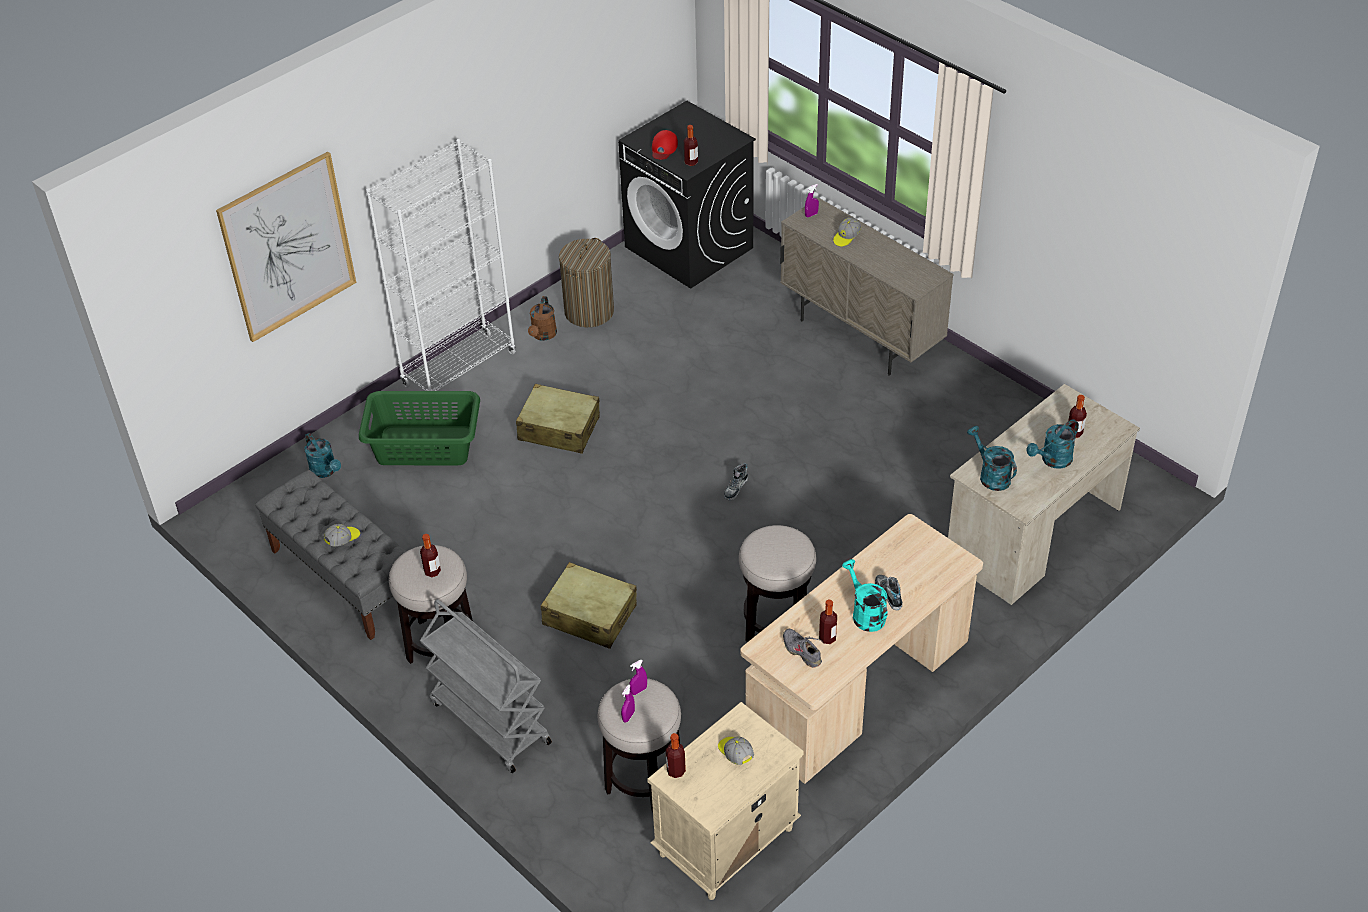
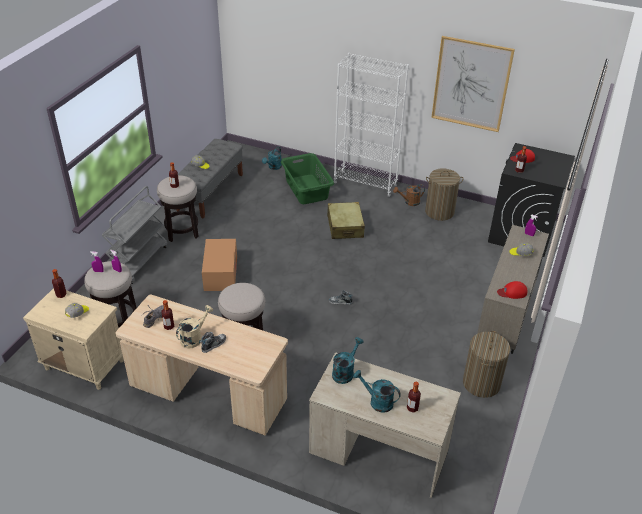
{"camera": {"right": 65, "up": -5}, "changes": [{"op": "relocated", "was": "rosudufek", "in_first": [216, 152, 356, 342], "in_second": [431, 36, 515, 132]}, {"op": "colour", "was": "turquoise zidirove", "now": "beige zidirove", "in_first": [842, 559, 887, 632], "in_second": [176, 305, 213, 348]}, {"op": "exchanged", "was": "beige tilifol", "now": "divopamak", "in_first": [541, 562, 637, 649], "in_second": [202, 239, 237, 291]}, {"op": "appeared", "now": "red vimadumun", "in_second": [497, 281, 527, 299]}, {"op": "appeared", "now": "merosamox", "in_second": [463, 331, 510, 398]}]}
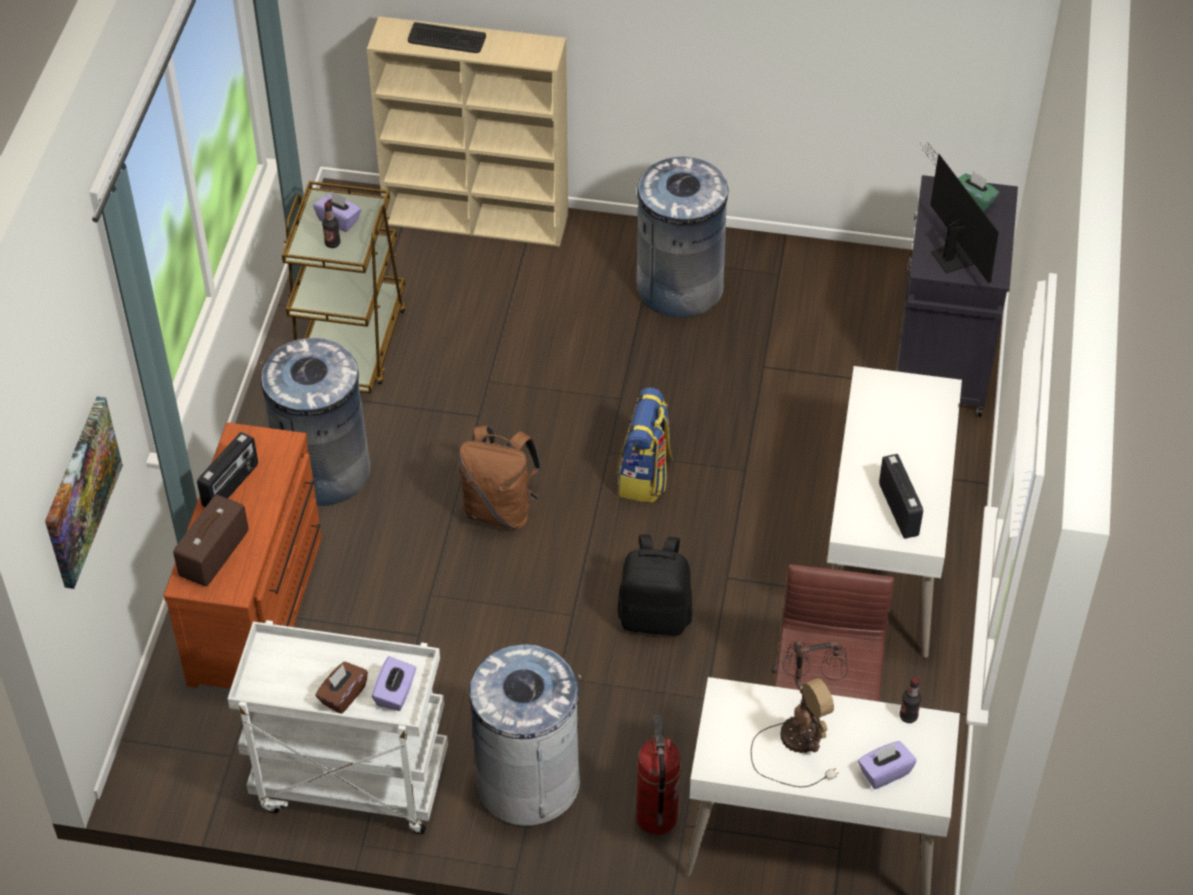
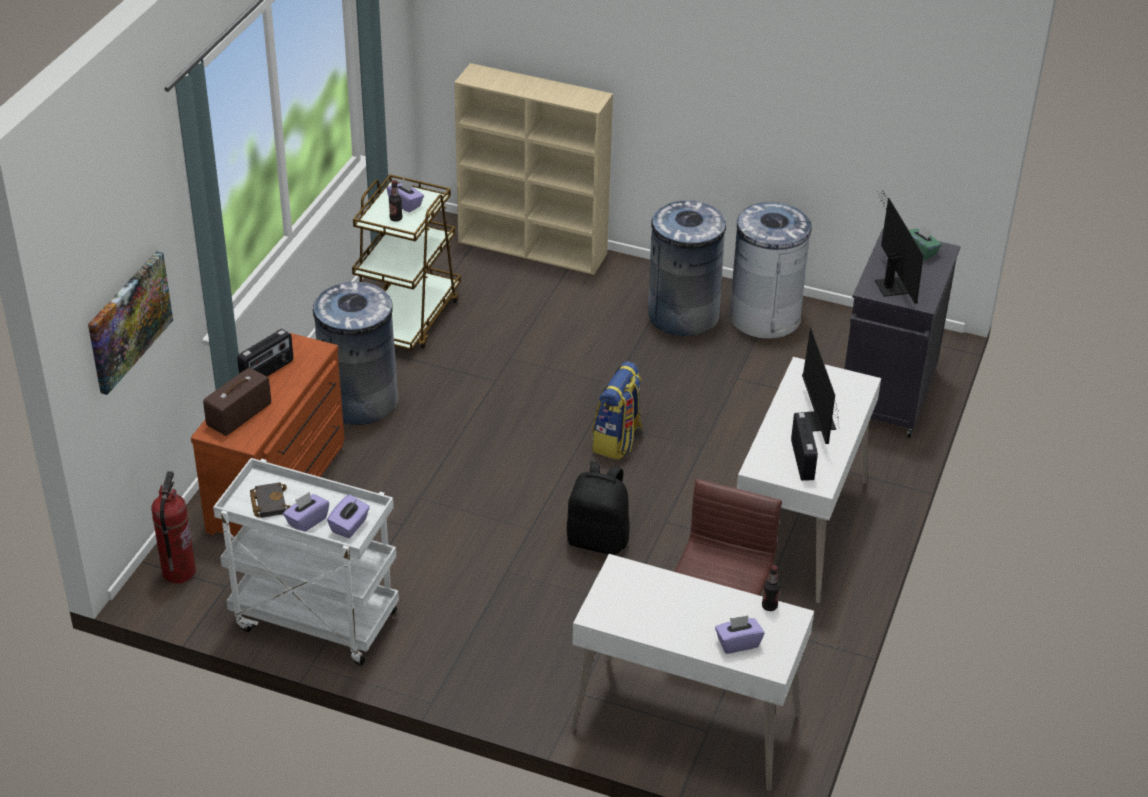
{"camera": {"right": 10, "up": -10}, "changes": [{"op": "missing", "was": "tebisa", "in_first": [408, 22, 486, 53]}, {"op": "missing", "was": "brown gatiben", "in_first": [458, 425, 542, 529]}, {"op": "missing", "was": "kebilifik", "in_first": [751, 640, 848, 787]}, {"op": "relocated", "was": "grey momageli", "in_first": [469, 644, 581, 826], "in_second": [729, 202, 814, 339]}, {"op": "colour", "was": "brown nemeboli", "now": "purple nemeboli", "in_first": [315, 662, 368, 714], "in_second": [283, 492, 329, 532]}, {"op": "relocated", "was": "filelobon", "in_first": [636, 716, 681, 835], "in_second": [151, 471, 196, 583]}, {"op": "appeared", "now": "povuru", "in_second": [802, 327, 841, 444]}, {"op": "appeared", "now": "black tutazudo", "in_second": [250, 482, 291, 518]}]}
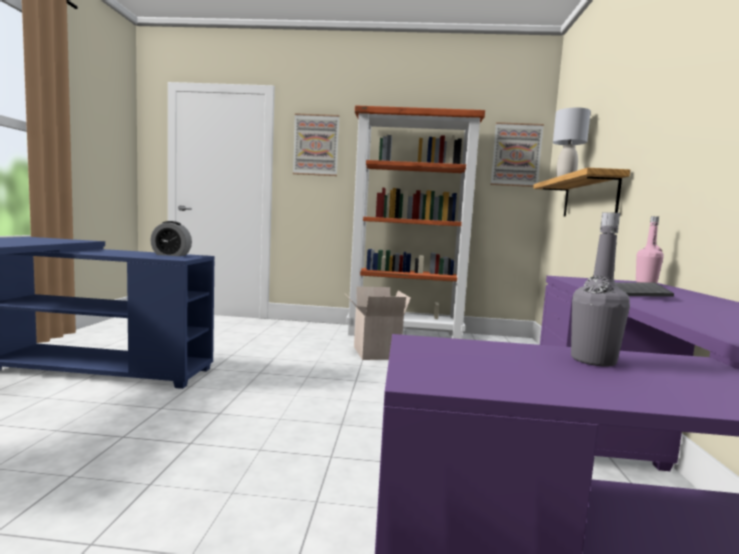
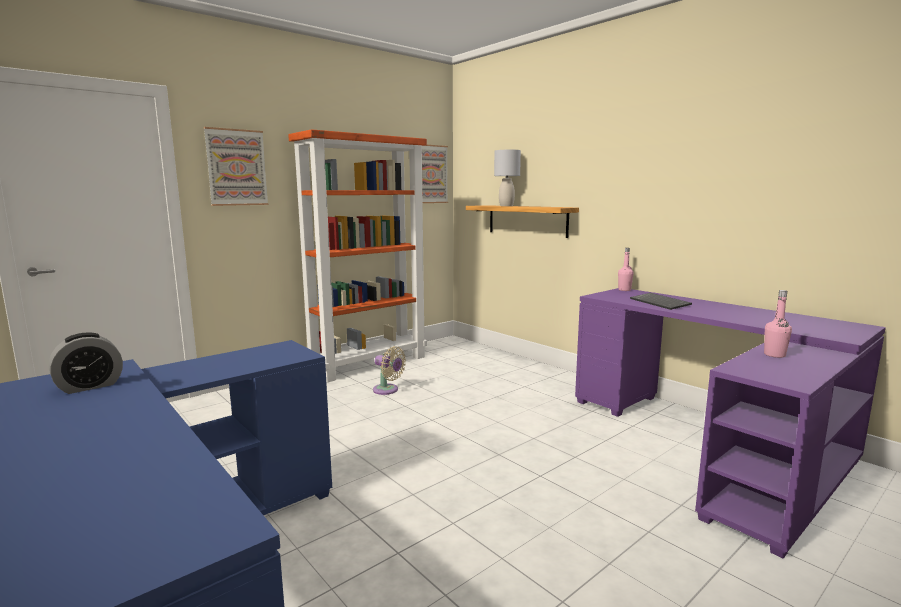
{"camera": {"right": -45, "up": 5}, "changes": [{"op": "colour", "was": "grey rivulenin", "now": "pink rivulenin", "in_first": [571, 212, 630, 367], "in_second": [764, 290, 792, 358]}, {"op": "relocated", "was": "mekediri", "in_first": [150, 221, 192, 256], "in_second": [49, 333, 123, 394]}, {"op": "exchanged", "was": "divopamak", "now": "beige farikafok", "in_first": [345, 286, 411, 360], "in_second": [373, 346, 406, 395]}]}
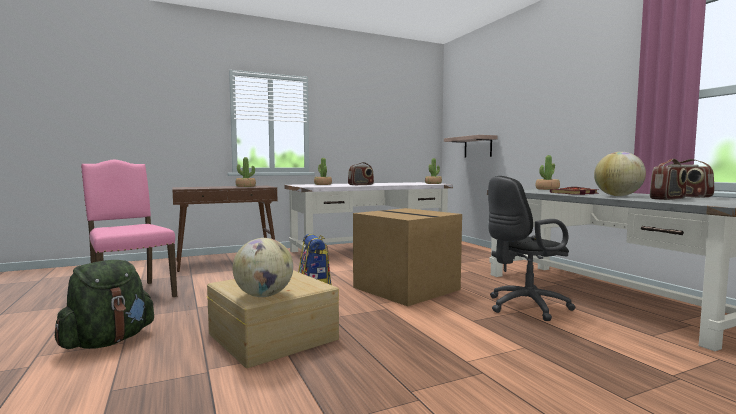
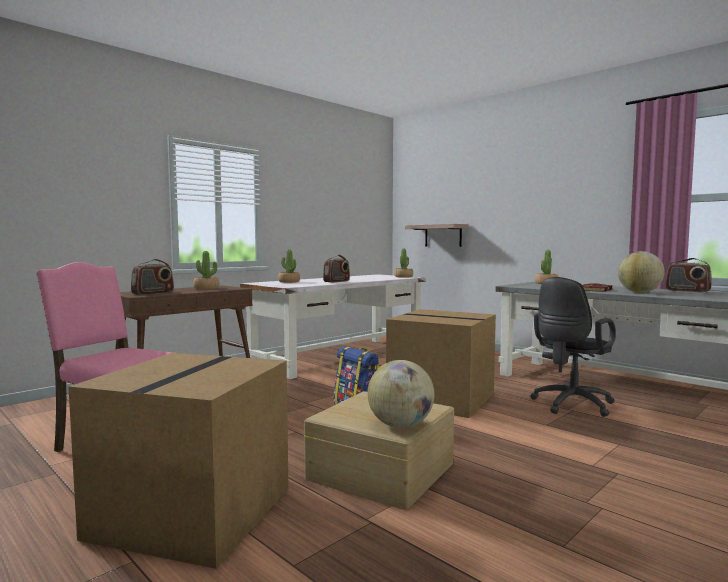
{"camera": {"right": -20, "up": 0}, "changes": [{"op": "relocated", "was": "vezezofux", "in_first": [650, 158, 687, 200], "in_second": [131, 259, 174, 295]}, {"op": "exchanged", "was": "green gatiben", "now": "divopamak", "in_first": [55, 260, 154, 349], "in_second": [68, 353, 289, 569]}]}
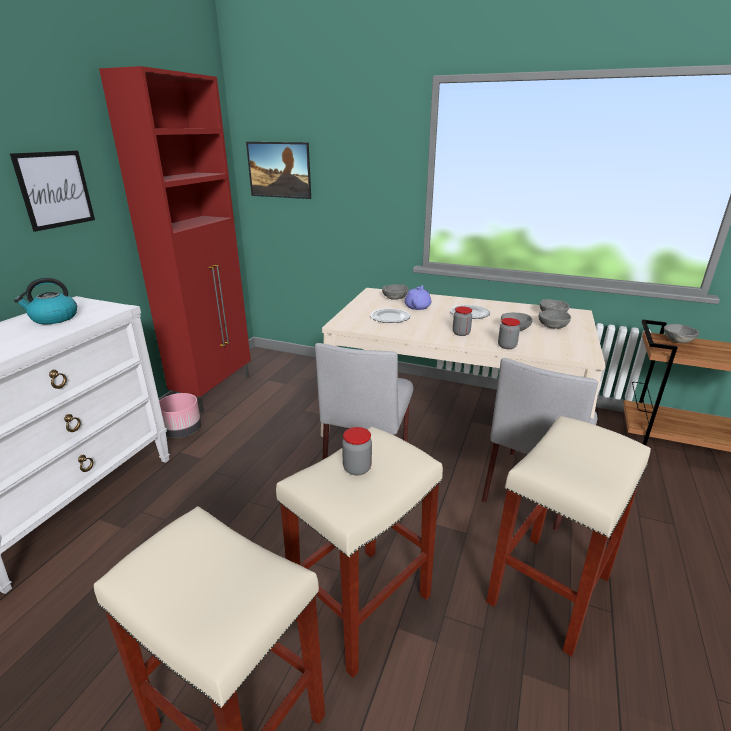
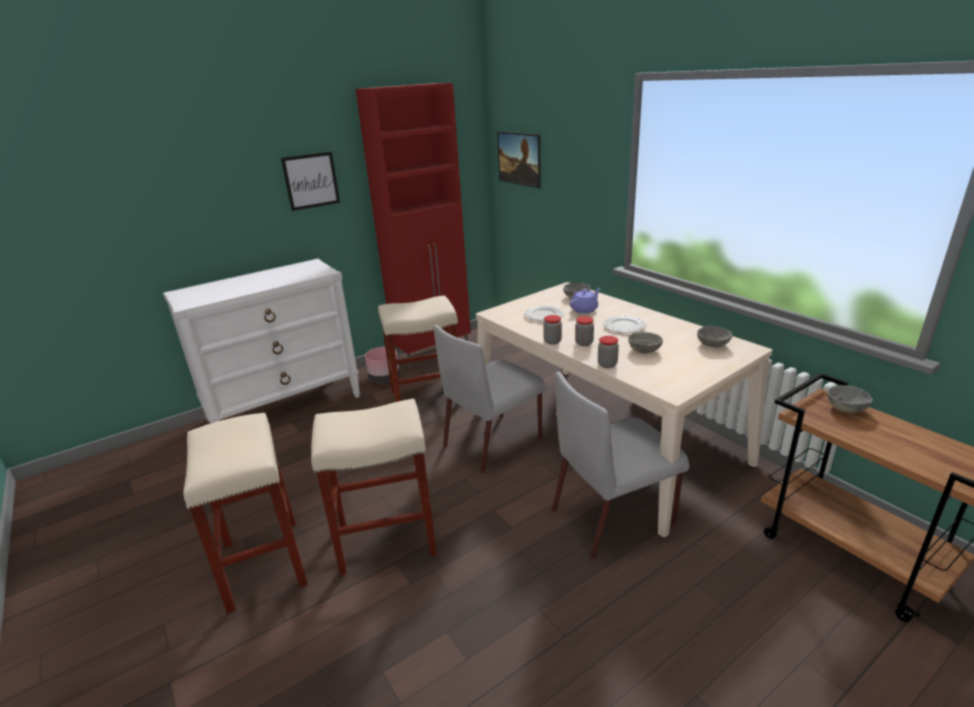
{"camera": {"right": 35, "up": 0}, "changes": [{"op": "missing", "was": "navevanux", "in_first": [14, 278, 77, 324]}, {"op": "missing", "was": "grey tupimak", "in_first": [539, 310, 571, 329]}, {"op": "relocated", "was": "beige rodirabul", "in_first": [486, 416, 651, 657], "in_second": [378, 296, 458, 402]}, {"op": "relocated", "was": "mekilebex", "in_first": [342, 427, 372, 476], "in_second": [543, 315, 562, 345]}]}
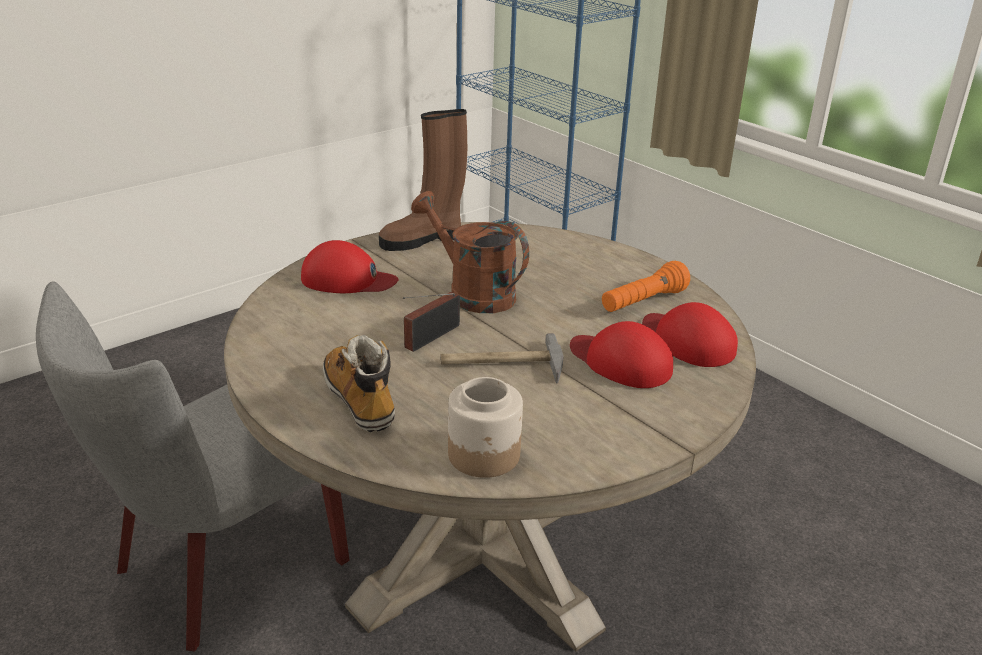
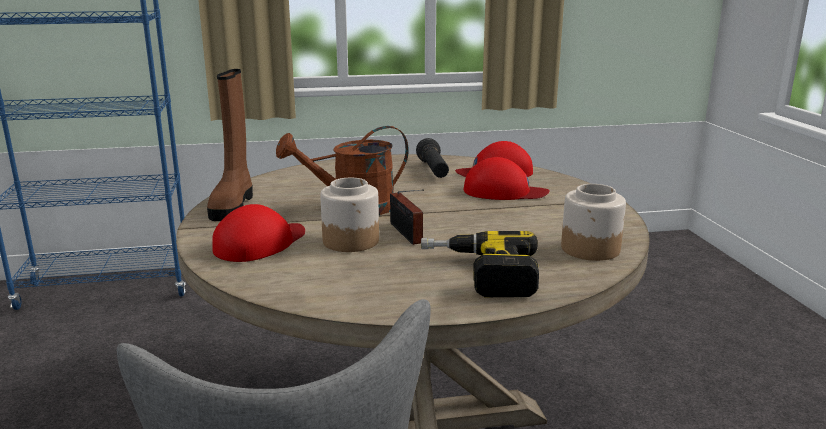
{"camera": {"right": -60, "up": -10}, "changes": [{"op": "colour", "was": "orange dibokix", "now": "black dibokix", "in_first": [602, 261, 690, 312], "in_second": [416, 138, 449, 178]}, {"op": "spun", "was": "red vimadumun", "in_first": [570, 321, 673, 388], "in_second": [464, 157, 550, 200], "clockwise": -150}, {"op": "missing", "was": "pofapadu", "in_first": [440, 333, 564, 383]}, {"op": "exchanged", "was": "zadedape", "now": "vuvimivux", "in_first": [323, 335, 395, 432], "in_second": [421, 231, 539, 297]}, {"op": "appeared", "now": "mekilebex", "in_second": [320, 178, 379, 252]}]}
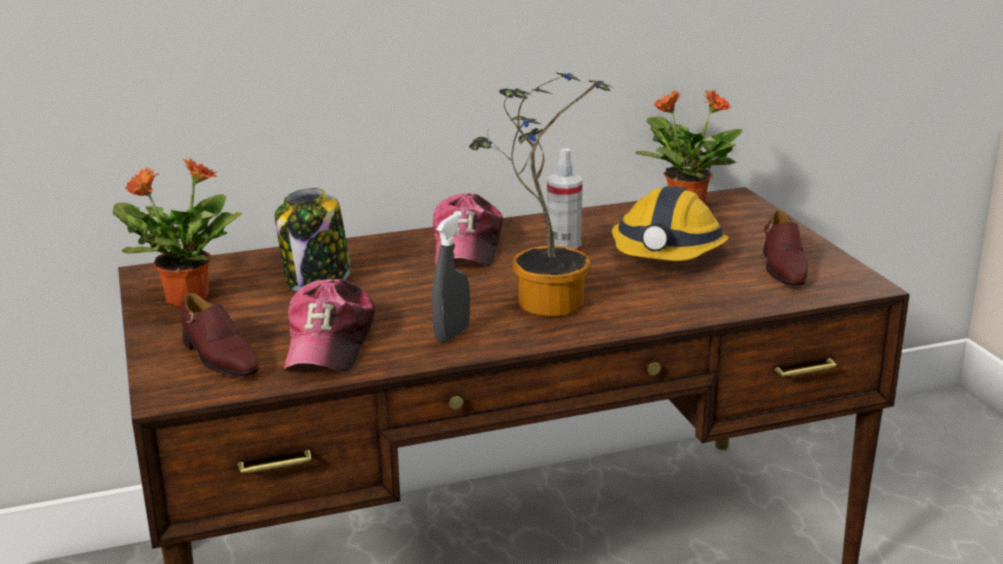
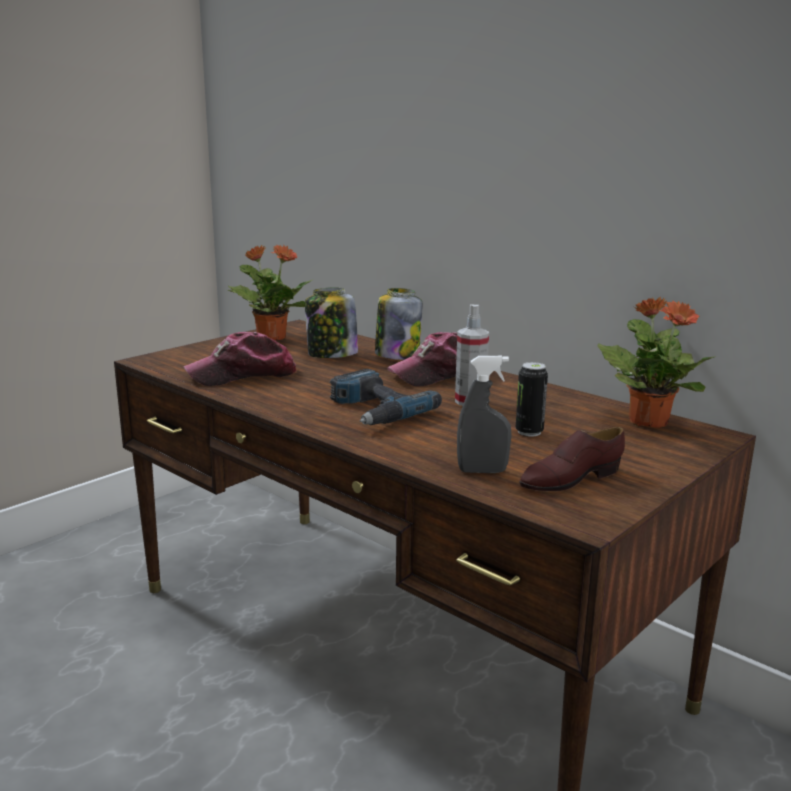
{"camera": {"right": 60, "up": -5}, "changes": [{"op": "exchanged", "was": "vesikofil", "now": "vuvimivux", "in_first": [469, 72, 612, 317], "in_second": [330, 369, 442, 425]}, {"op": "exchanged", "was": "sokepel", "now": "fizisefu", "in_first": [612, 186, 729, 261], "in_second": [516, 362, 548, 437]}, {"op": "relocated", "was": "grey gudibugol", "in_first": [432, 212, 470, 343], "in_second": [457, 356, 512, 473]}, {"op": "missing", "was": "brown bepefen", "in_first": [180, 293, 259, 377]}, {"op": "appeared", "now": "mekilebex", "in_second": [375, 288, 422, 360]}]}
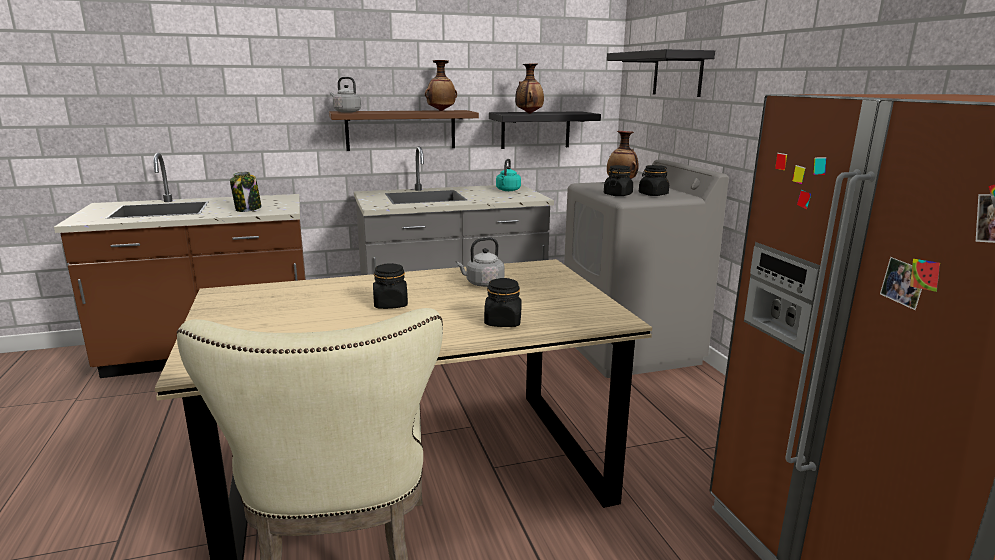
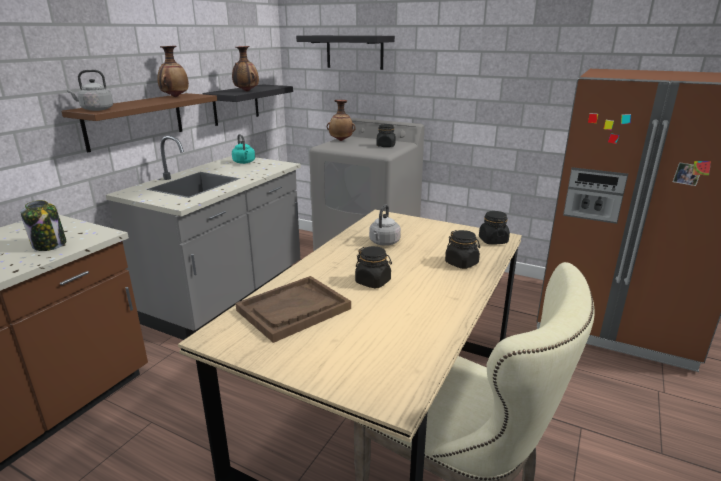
{"camera": {"right": -45, "up": 5}, "changes": [{"op": "relocated", "was": "black mekilebex", "in_first": [604, 165, 633, 196], "in_second": [479, 211, 510, 244]}, {"op": "appeared", "now": "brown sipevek", "in_second": [235, 276, 351, 343]}]}
